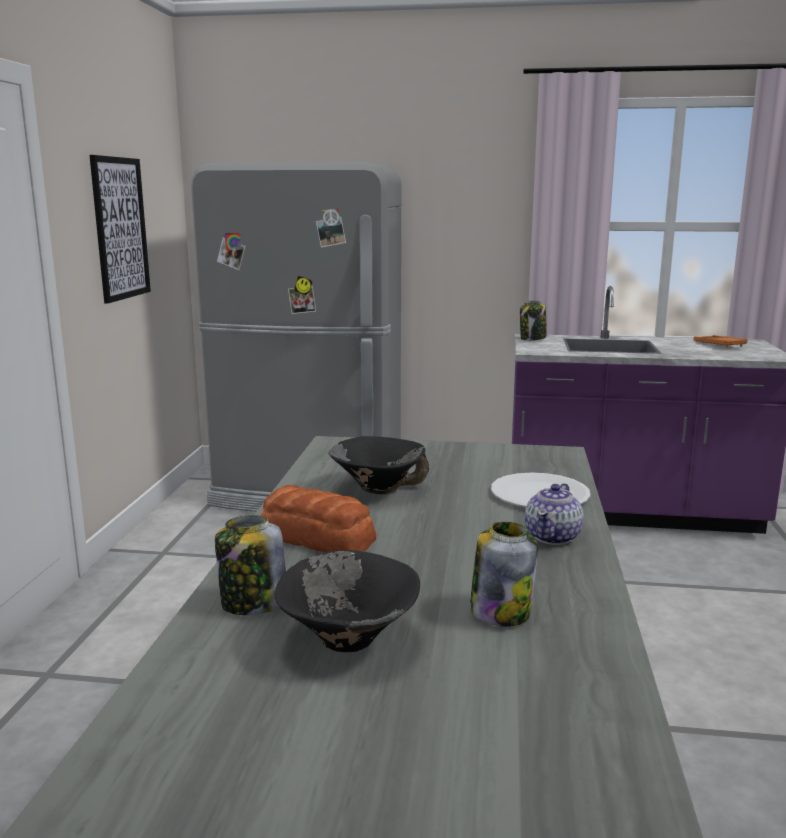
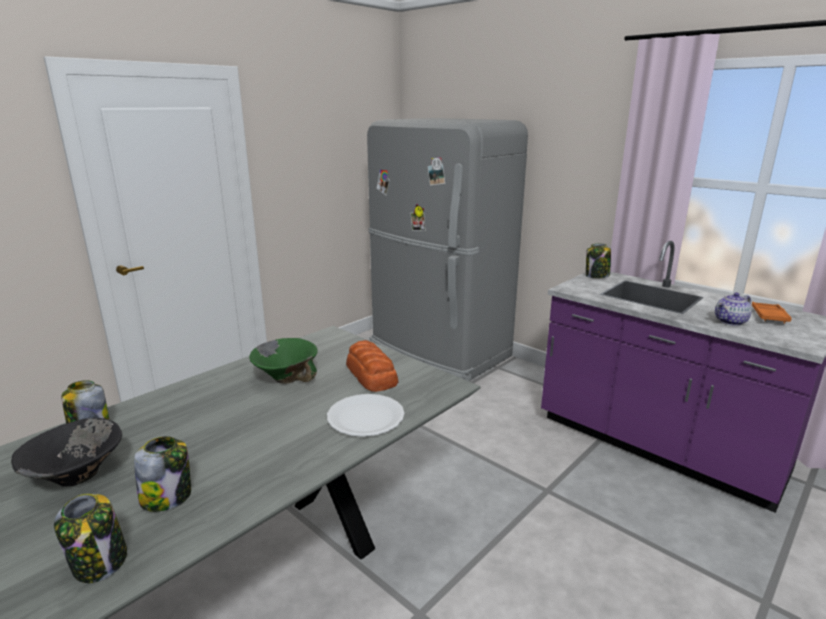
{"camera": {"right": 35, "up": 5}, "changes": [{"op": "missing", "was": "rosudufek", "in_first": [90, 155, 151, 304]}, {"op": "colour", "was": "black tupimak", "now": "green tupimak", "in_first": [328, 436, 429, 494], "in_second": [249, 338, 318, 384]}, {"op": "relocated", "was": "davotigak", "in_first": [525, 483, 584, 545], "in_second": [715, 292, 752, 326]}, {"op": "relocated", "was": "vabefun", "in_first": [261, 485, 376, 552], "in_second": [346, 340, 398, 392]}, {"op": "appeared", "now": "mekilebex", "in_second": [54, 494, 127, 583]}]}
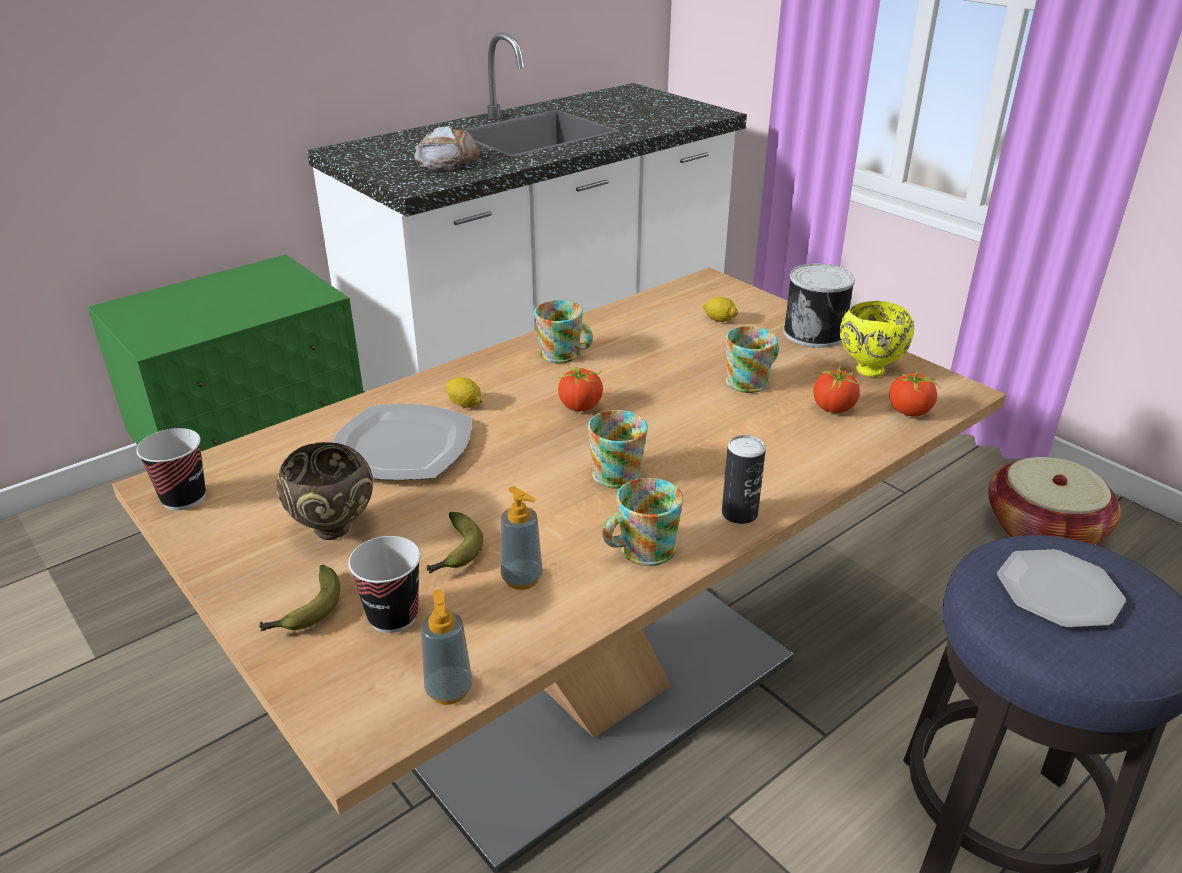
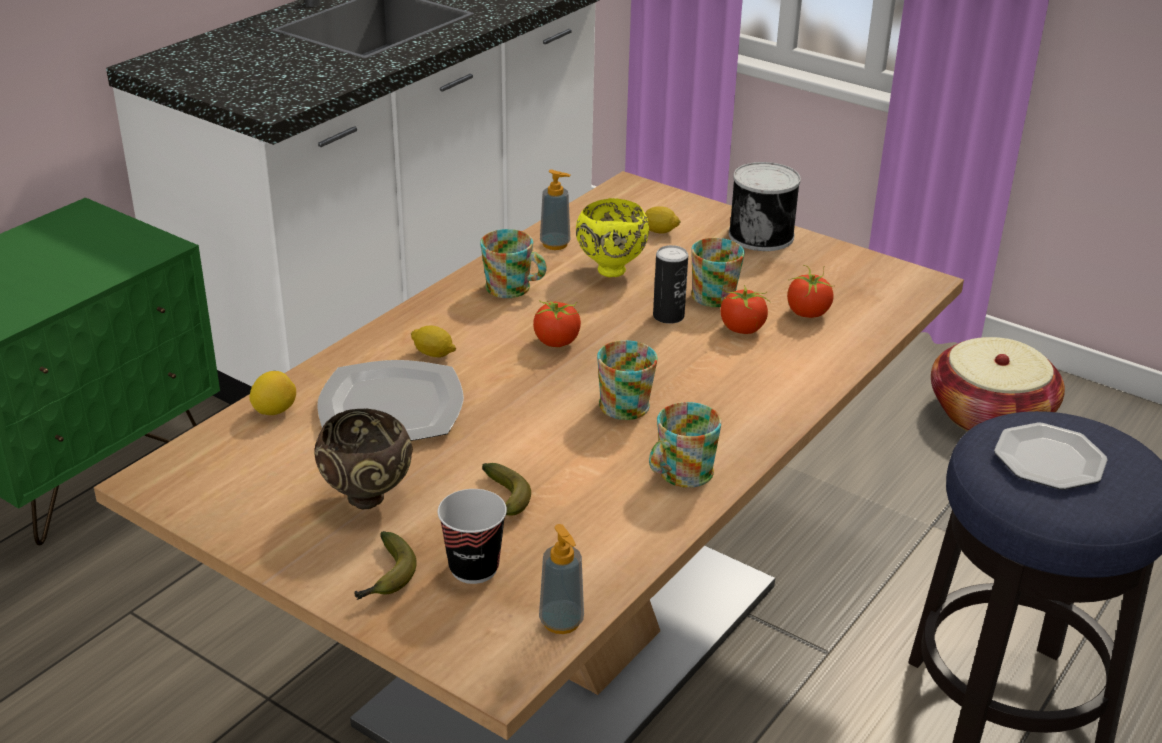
{"camera": {"right": -15, "up": 0}, "changes": [{"op": "missing", "was": "vabefun", "in_first": [414, 126, 481, 171]}, {"op": "relocated", "was": "yellow tupimak", "in_first": [840, 301, 914, 377], "in_second": [576, 198, 649, 277]}, {"op": "relocated", "was": "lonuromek", "in_first": [889, 368, 941, 417], "in_second": [720, 285, 770, 334]}, {"op": "missing", "was": "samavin", "in_first": [136, 428, 206, 510]}, {"op": "relocated", "was": "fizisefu", "in_first": [722, 435, 766, 524], "in_second": [653, 245, 688, 324]}, {"op": "relocated", "was": "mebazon", "in_first": [501, 486, 543, 590], "in_second": [540, 170, 571, 250]}, {"op": "appeared", "now": "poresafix", "in_second": [250, 371, 296, 415]}]}
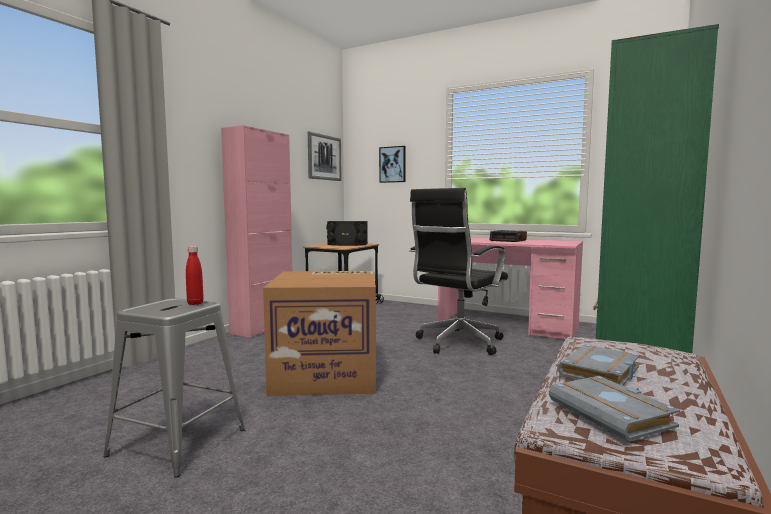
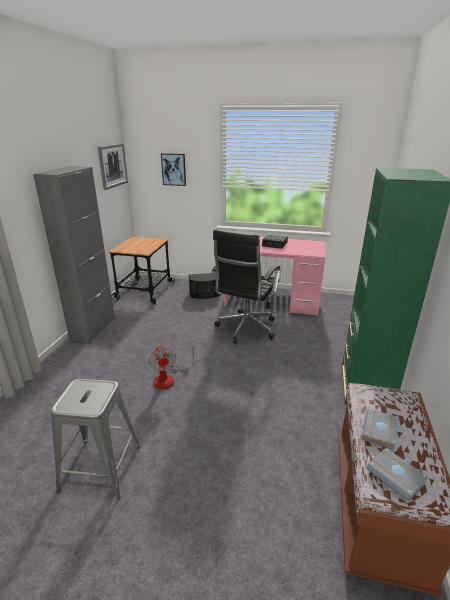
{"camera": {"right": -15, "up": 20}, "changes": [{"op": "colour", "was": "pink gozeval", "now": "grey gozeval", "in_first": [221, 125, 292, 338], "in_second": [33, 166, 115, 343]}, {"op": "relocated", "was": "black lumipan", "in_first": [326, 221, 368, 246], "in_second": [189, 273, 221, 299]}, {"op": "missing", "was": "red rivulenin", "in_first": [186, 246, 204, 305]}, {"op": "exchanged", "was": "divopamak", "now": "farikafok", "in_first": [263, 271, 376, 396], "in_second": [149, 342, 195, 389]}]}
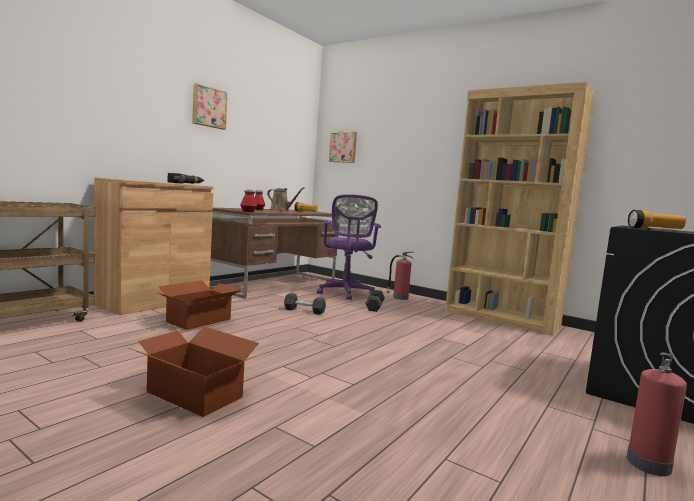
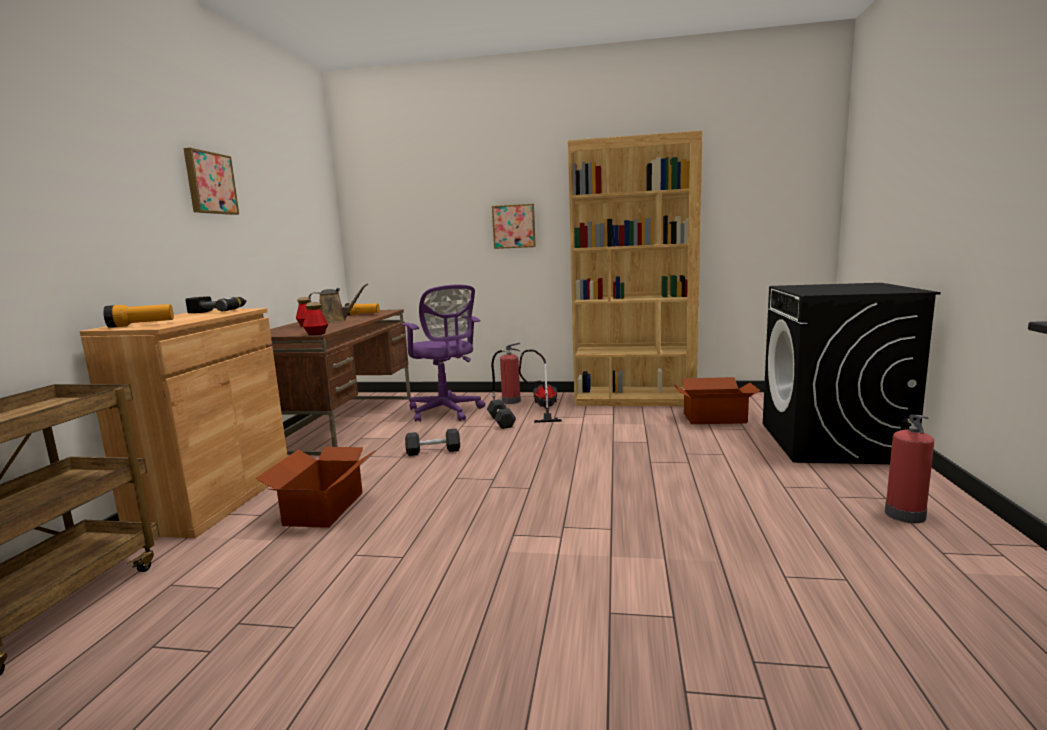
{"camera": {"right": -25, "up": 5}, "changes": [{"op": "relocated", "was": "rosudufek", "in_first": [329, 132, 357, 163], "in_second": [492, 204, 536, 249]}, {"op": "relocated", "was": "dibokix", "in_first": [628, 210, 686, 229], "in_second": [103, 304, 174, 328]}, {"op": "relocated", "was": "divopamak", "in_first": [129, 327, 259, 417], "in_second": [673, 377, 761, 424]}, {"op": "appeared", "now": "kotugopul", "in_second": [519, 349, 562, 423]}]}
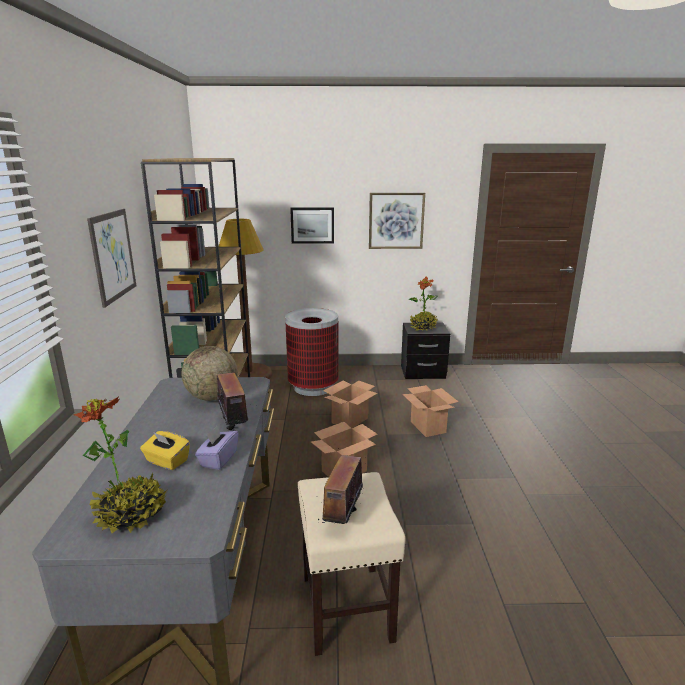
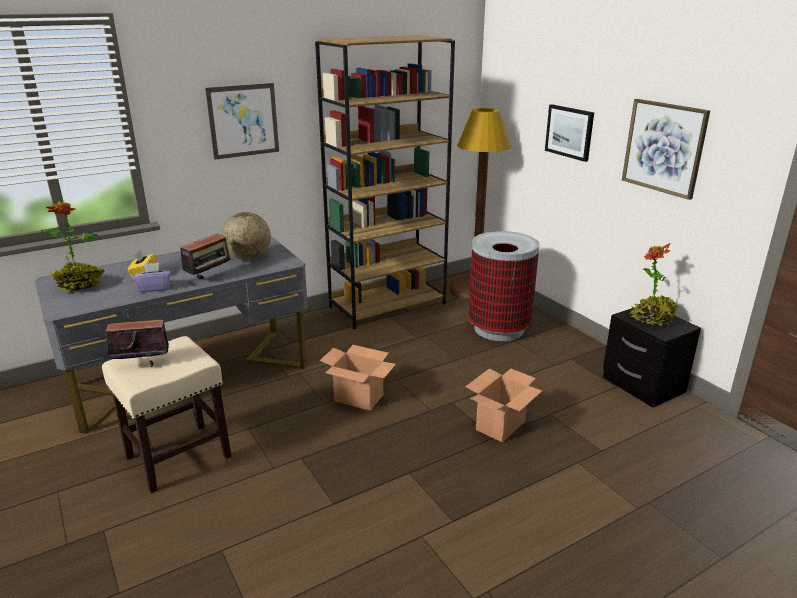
{"camera": {"right": 60, "up": 5}, "changes": [{"op": "missing", "was": "divopamak", "in_first": [323, 380, 378, 428]}]}
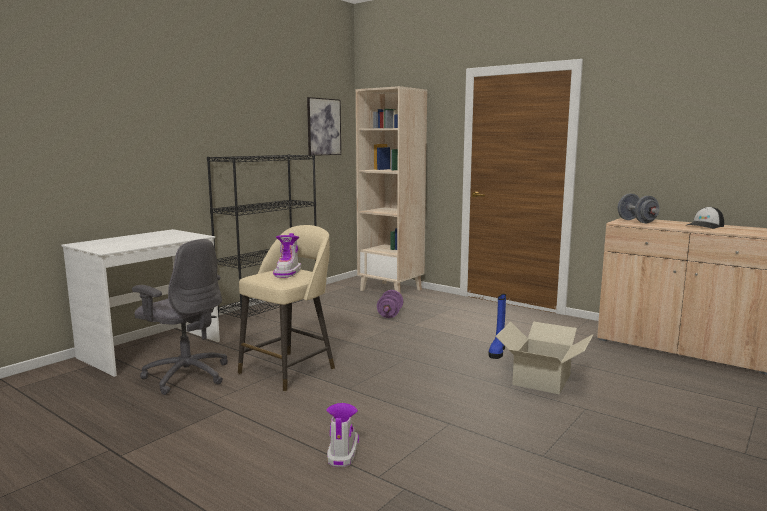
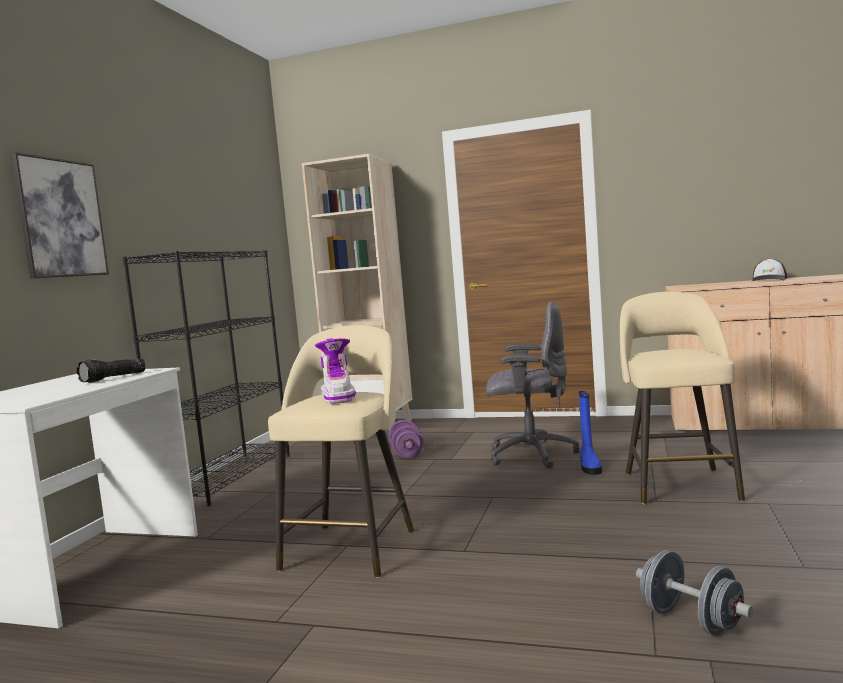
{"camera": {"right": -20, "up": -5}, "changes": [{"op": "relocated", "was": "rosudufek", "in_first": [307, 97, 341, 156], "in_second": [11, 152, 109, 279]}, {"op": "relocated", "was": "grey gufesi", "in_first": [618, 193, 660, 223], "in_second": [636, 550, 753, 635]}, {"op": "relocated", "was": "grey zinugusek", "in_first": [132, 239, 228, 395], "in_second": [486, 301, 579, 468]}, {"op": "exchanged", "was": "divopamak", "now": "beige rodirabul", "in_first": [495, 322, 593, 394], "in_second": [620, 292, 745, 504]}, {"op": "missing", "was": "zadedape", "in_first": [326, 403, 359, 467]}, {"op": "appeared", "now": "dibokix", "in_second": [77, 358, 146, 383]}]}
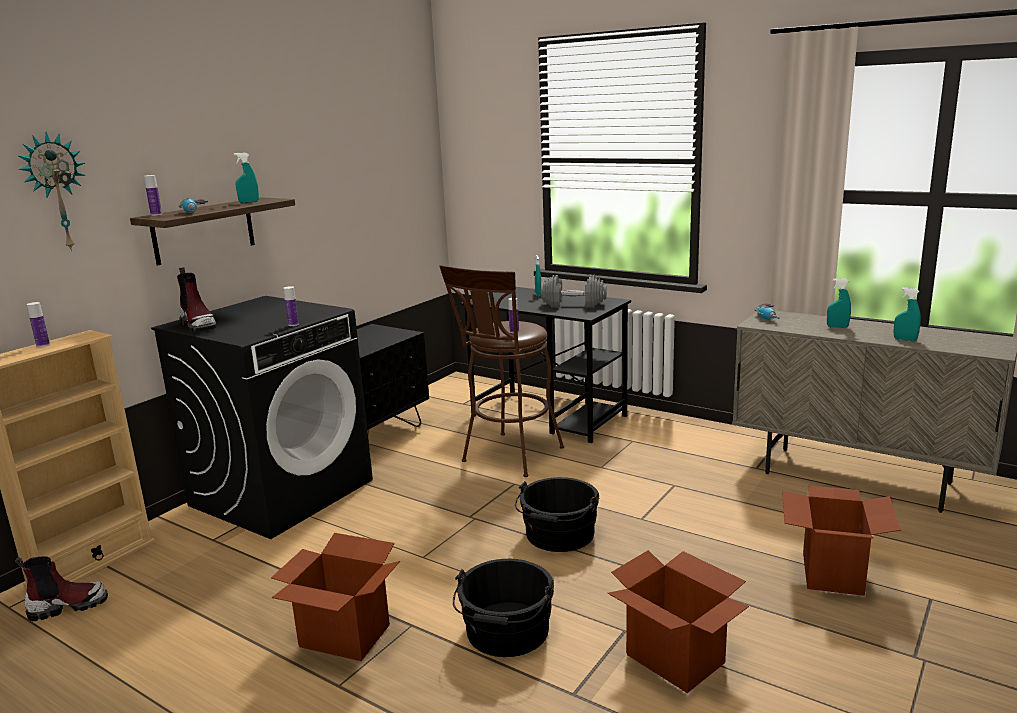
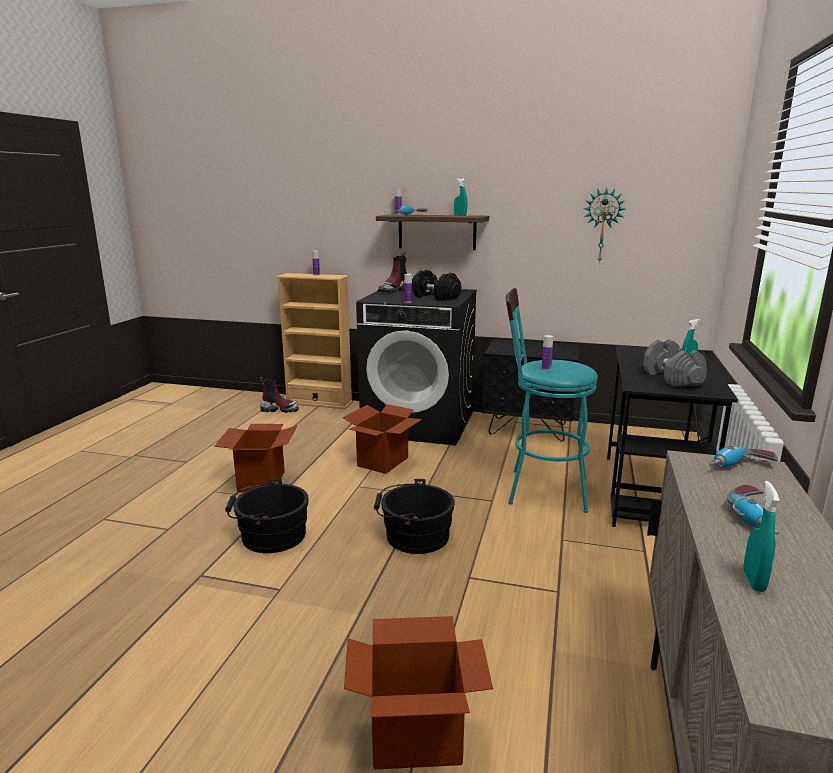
{"camera": {"right": 70, "up": 0}, "changes": [{"op": "relocated", "was": "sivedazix", "in_first": [19, 132, 86, 251], "in_second": [583, 187, 625, 264]}, {"op": "colour", "was": "brown rodirabul", "now": "turquoise rodirabul", "in_first": [440, 265, 564, 477], "in_second": [505, 288, 598, 513]}, {"op": "exchanged", "was": "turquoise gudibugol", "now": "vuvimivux", "in_first": [827, 278, 851, 328], "in_second": [727, 484, 779, 535]}, {"op": "relocated", "was": "divopamak", "in_first": [607, 550, 749, 693], "in_second": [343, 404, 422, 474]}, {"op": "spun", "was": "zadedape", "in_first": [15, 556, 108, 621], "in_second": [260, 377, 299, 413], "clockwise": -45}, {"op": "appeared", "now": "black gufesi", "in_second": [412, 270, 461, 301]}]}
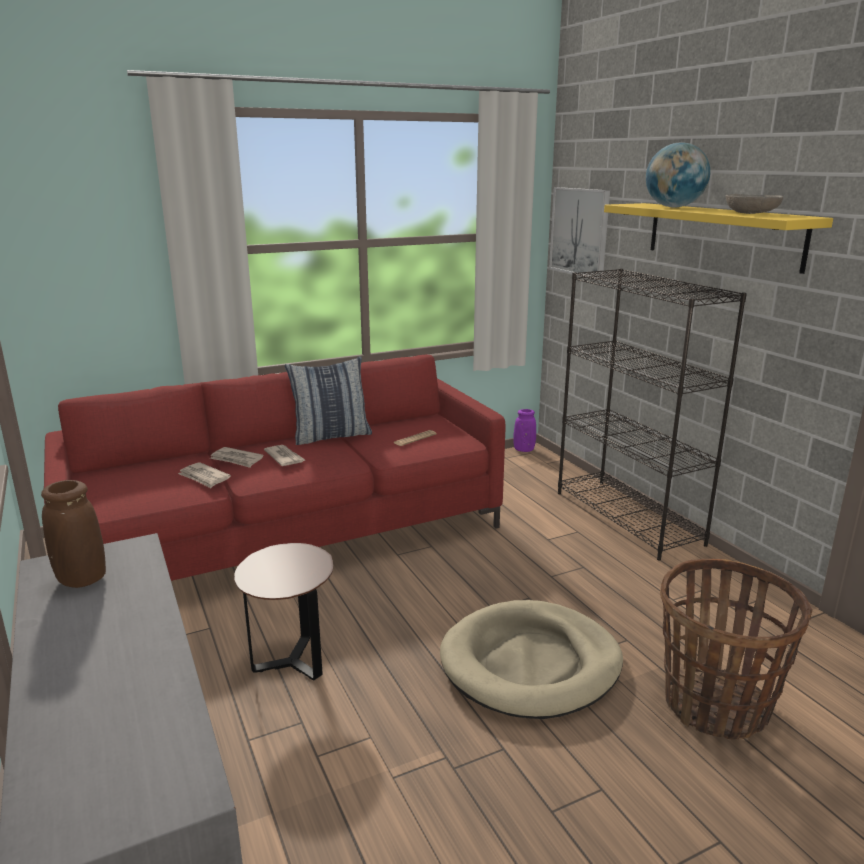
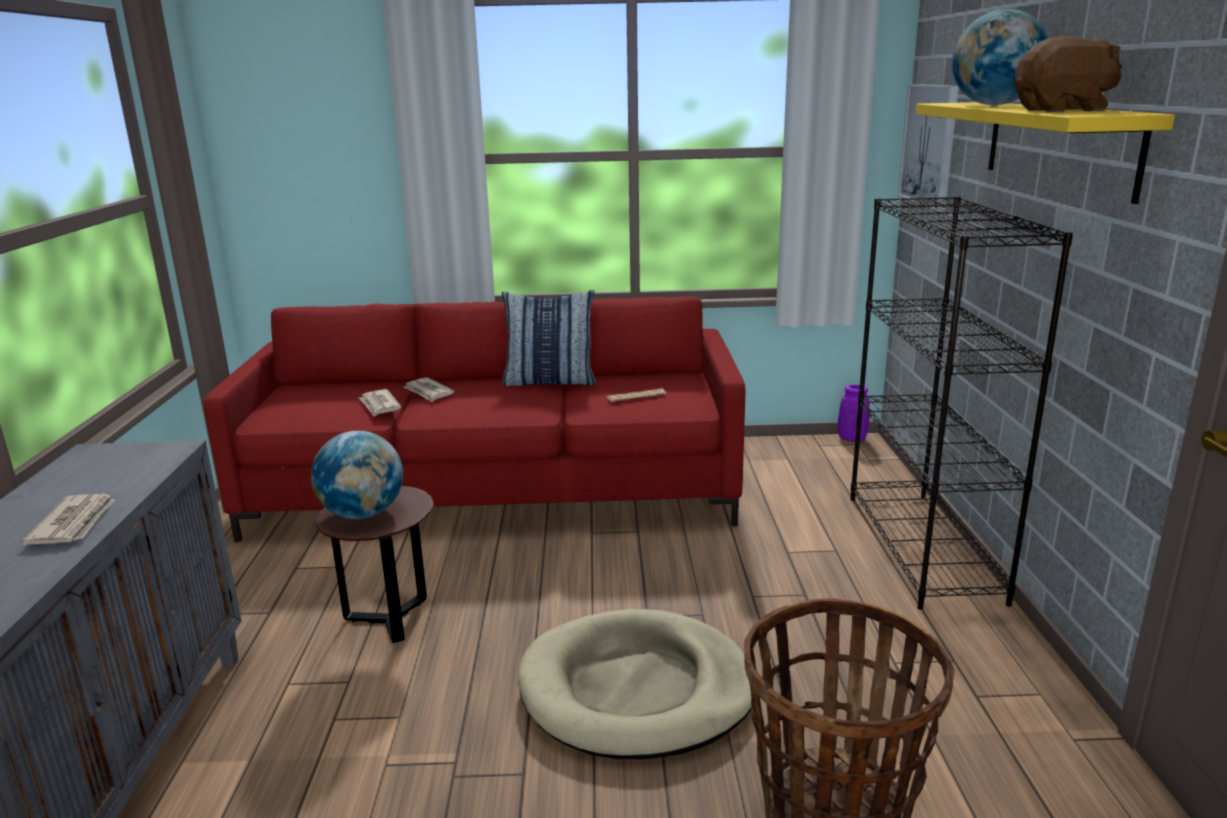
{"camera": {"right": 25, "up": 0}, "changes": [{"op": "exchanged", "was": "grey tupimak", "now": "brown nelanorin", "in_first": [725, 194, 783, 214], "in_second": [1014, 36, 1122, 112]}, {"op": "relocated", "was": "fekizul", "in_first": [264, 445, 305, 466], "in_second": [21, 494, 115, 545]}, {"op": "missing", "was": "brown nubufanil", "in_first": [41, 480, 106, 588]}, {"op": "appeared", "now": "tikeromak", "in_second": [311, 431, 403, 519]}]}
